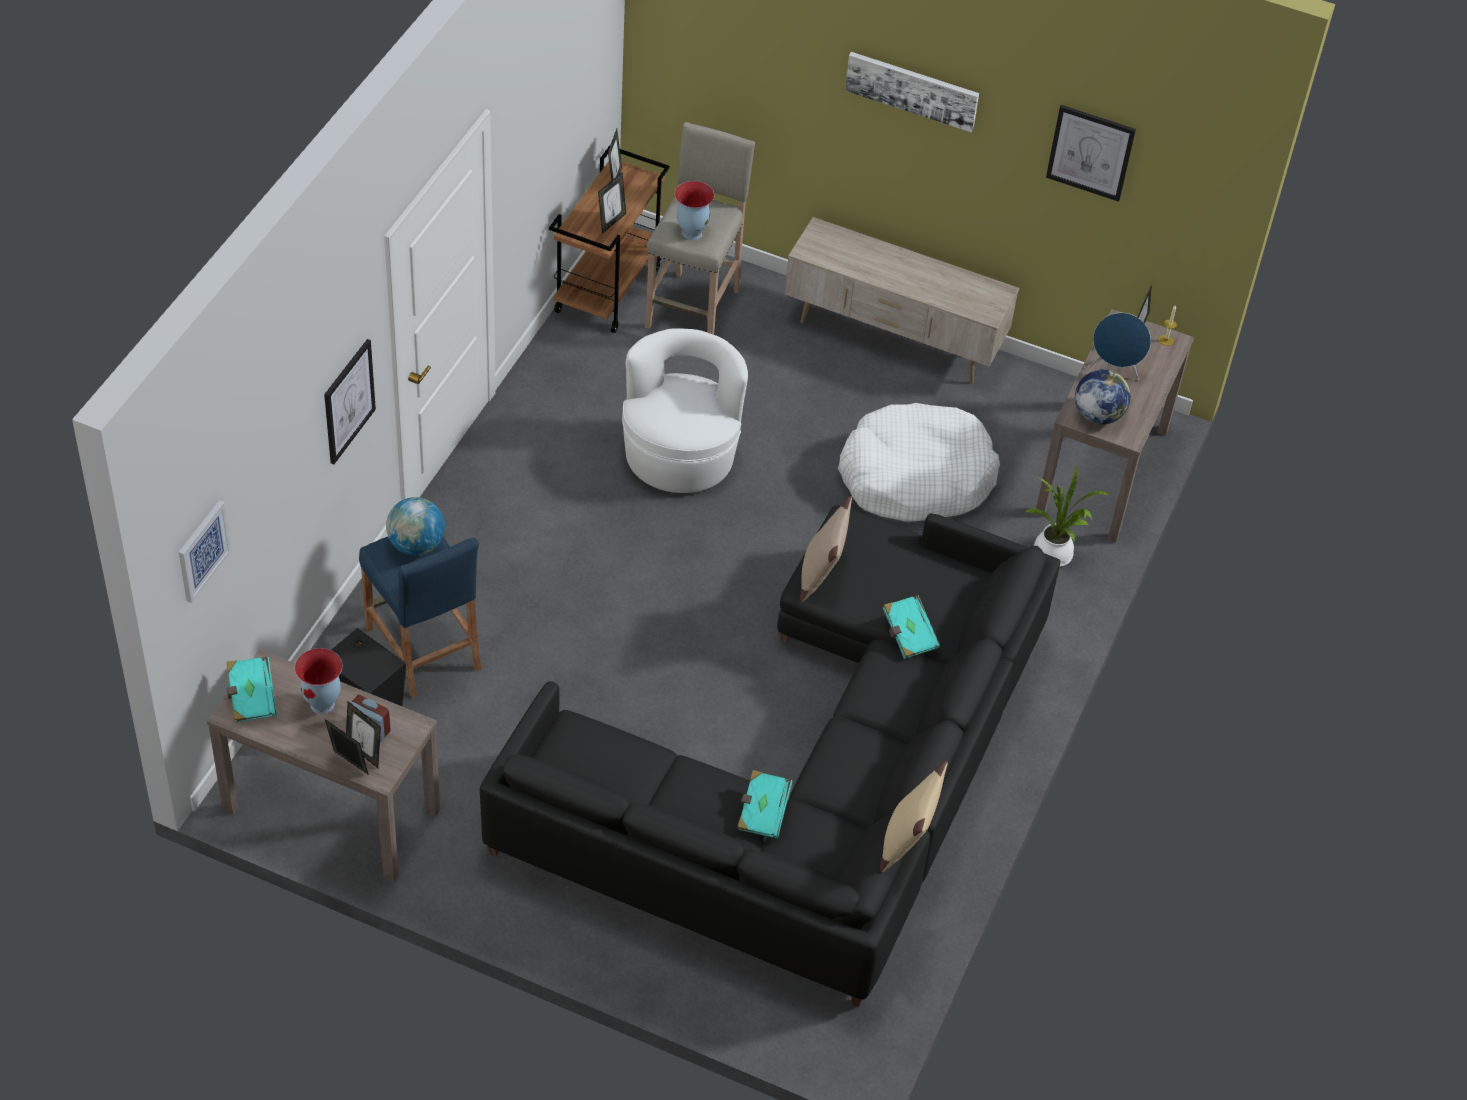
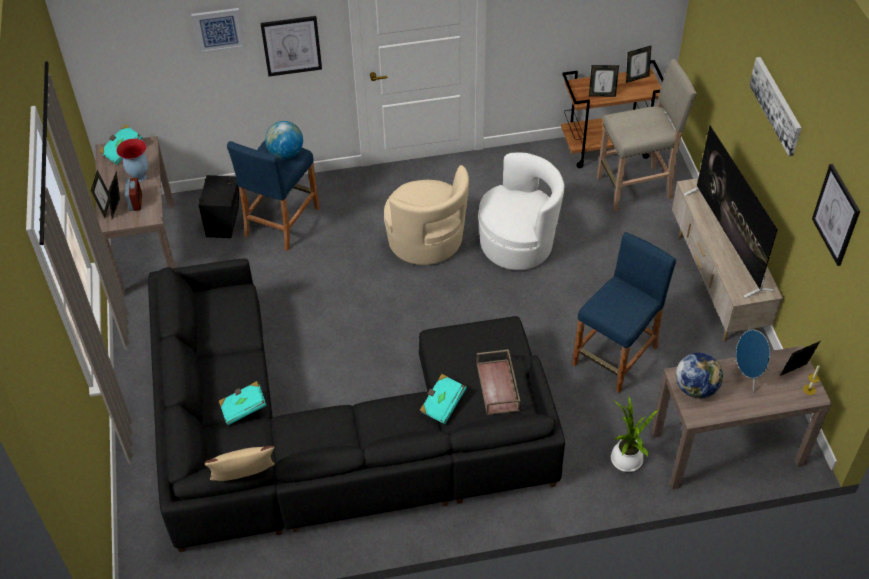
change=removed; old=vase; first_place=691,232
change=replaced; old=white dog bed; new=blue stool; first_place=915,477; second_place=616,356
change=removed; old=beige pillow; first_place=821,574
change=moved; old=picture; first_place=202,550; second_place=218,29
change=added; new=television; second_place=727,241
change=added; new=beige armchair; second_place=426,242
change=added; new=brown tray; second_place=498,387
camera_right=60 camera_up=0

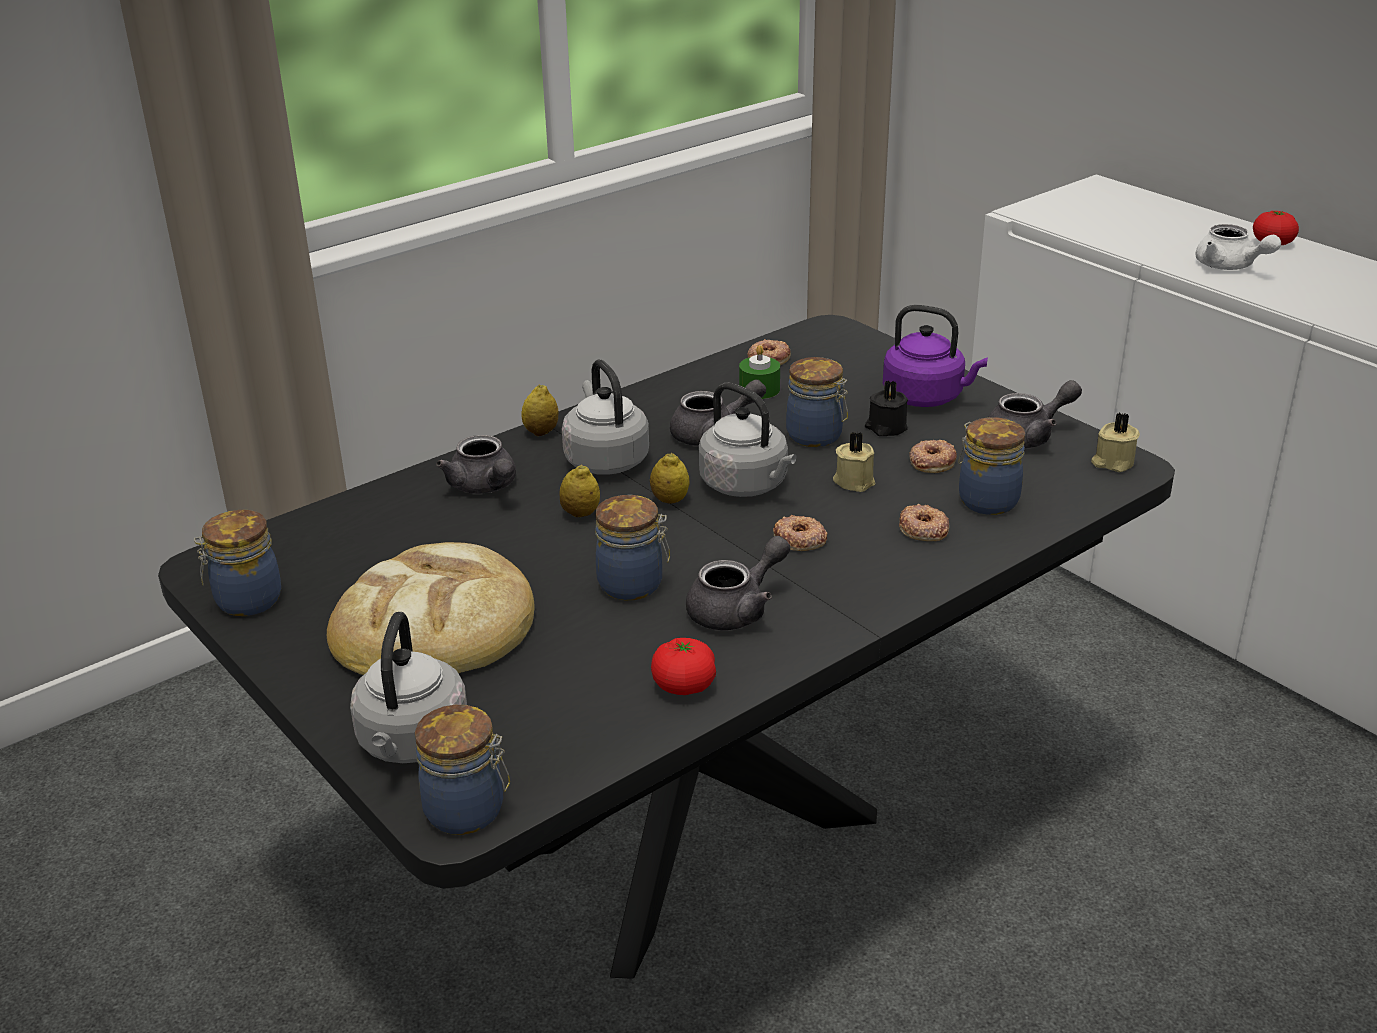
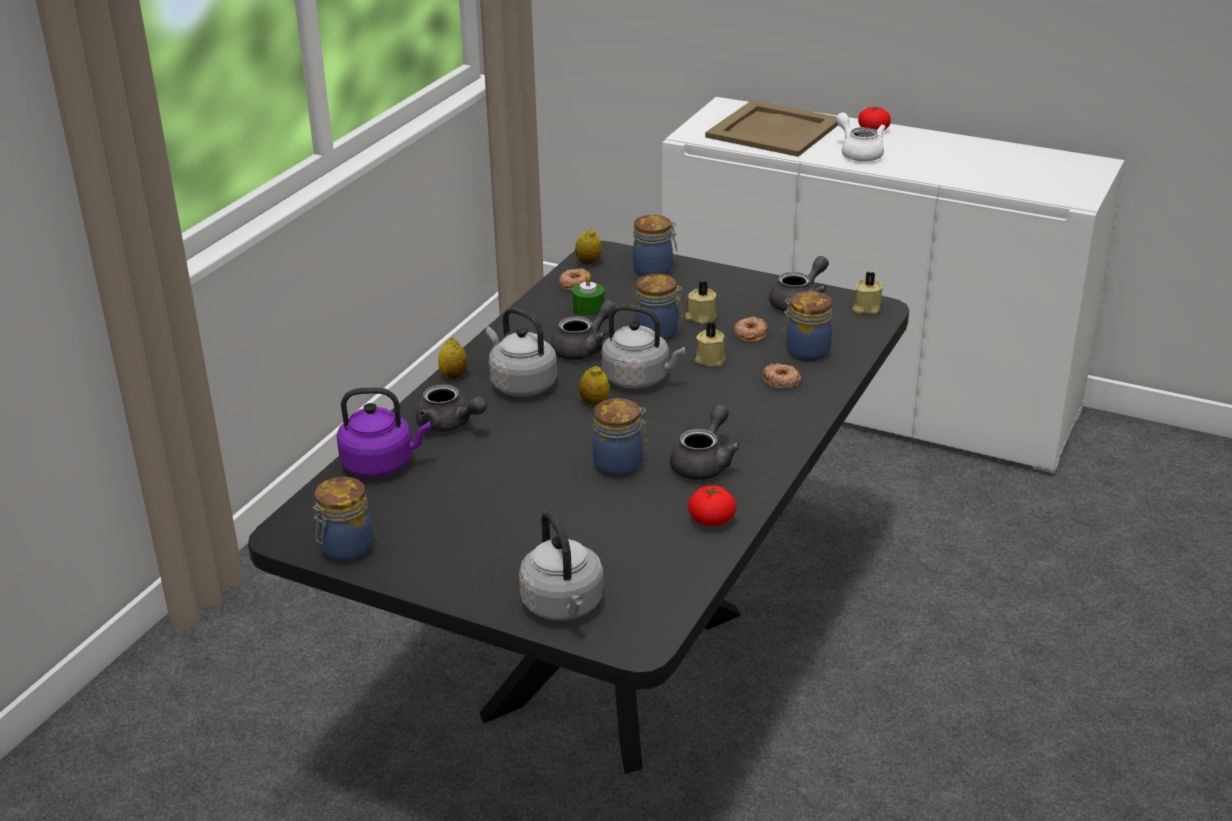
change=turned; old=white teapot; first_place=1230,266; second_place=859,153; degrees=-150
change=moved; old=purple kettle; first_place=927,397; second_place=382,464
change=recoloured; old=black candle; new=beige candle; first_place=885,428; second_place=700,317
change=moved; old=lemon; first_place=580,514; second_place=588,262
change=removed; old=donut; first_place=799,539
change=removed; old=bread; first_place=435,624
change=moved; old=jar; first_place=468,811; second_place=654,270
change=added; new=beige tray; second_place=775,129
camera_right=-25 camera_up=0

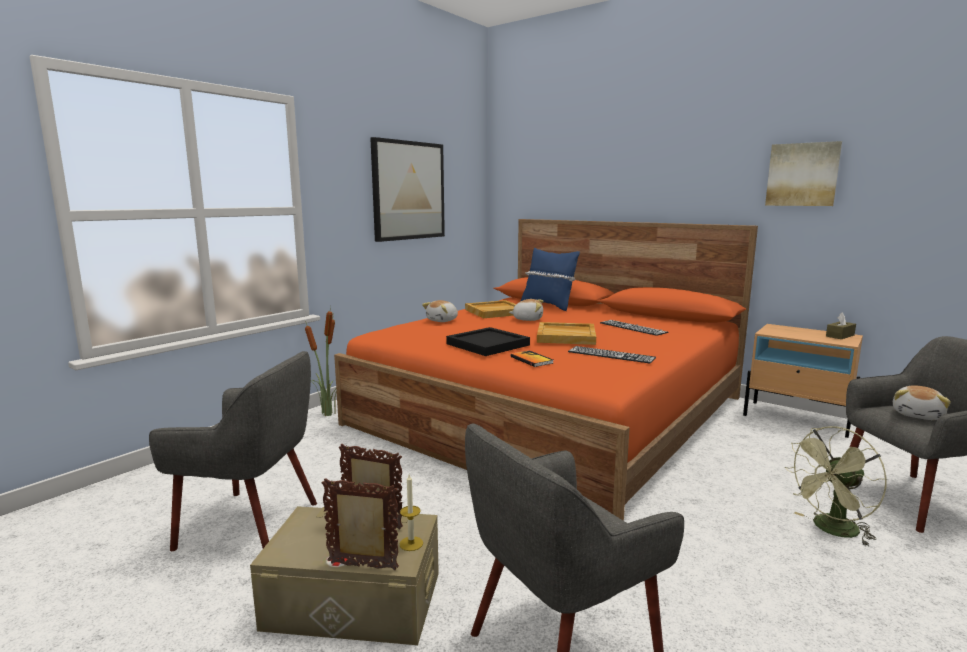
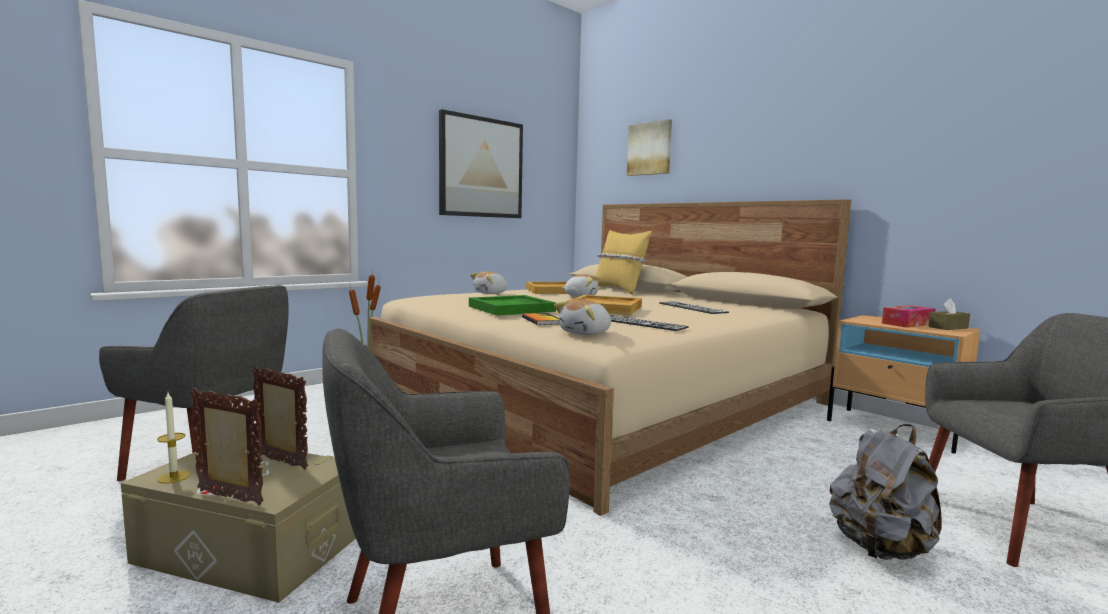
change=moved; old=picture; first_place=802,174; second_place=649,149
change=recoloured; old=orange bed; new=beige bed; first_place=552,410; second_place=602,398
change=recoloured; old=blue pillow; new=yellow pillow; first_place=548,305; second_place=619,290
change=recoloured; old=black tray; new=green tray; first_place=488,344; second_place=512,309
change=moved; old=plush toy; first_place=918,415; second_place=586,333
change=replaced; old=green fan; new=grey backpack; first_place=831,530; second_place=880,548
change=moved; old=candle; first_place=411,543; second_place=174,477
change=added; new=tissue box; second_place=907,324
camera_right=10 camera_up=-5

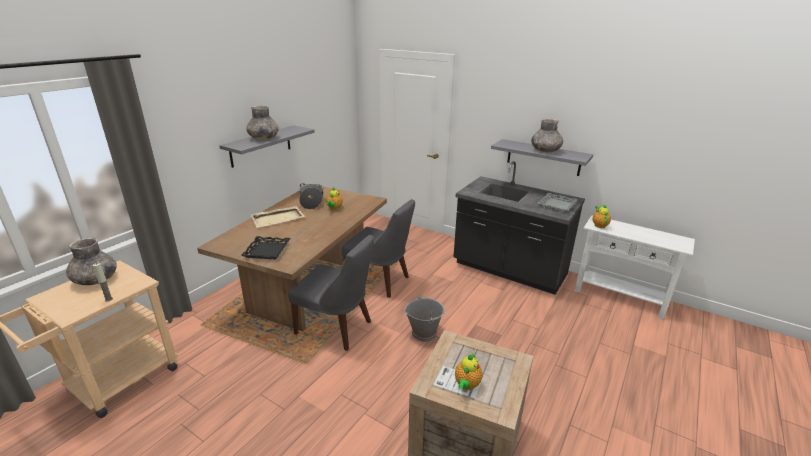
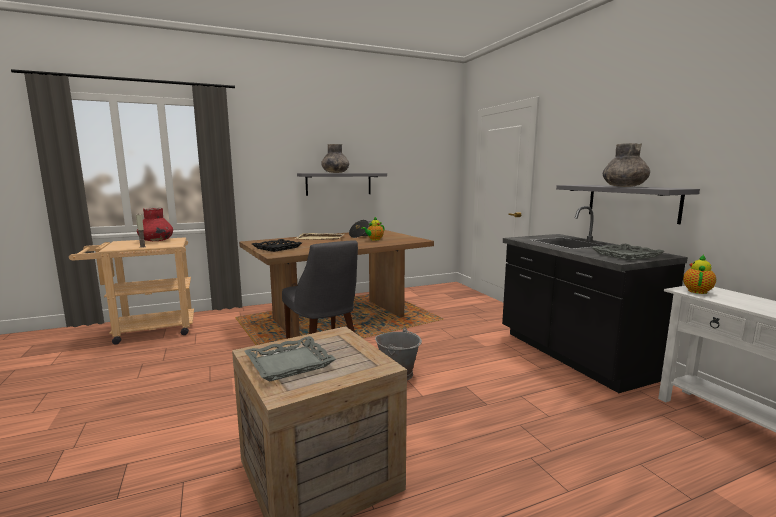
change=removed; old=grey chair; first_place=379,281
change=recoloured; old=grey vase; new=red vase; first_place=95,280; second_place=156,240
change=replaced; old=teapot; new=grey tray; first_place=466,385; second_place=289,363
camera_right=35 camera_up=-15

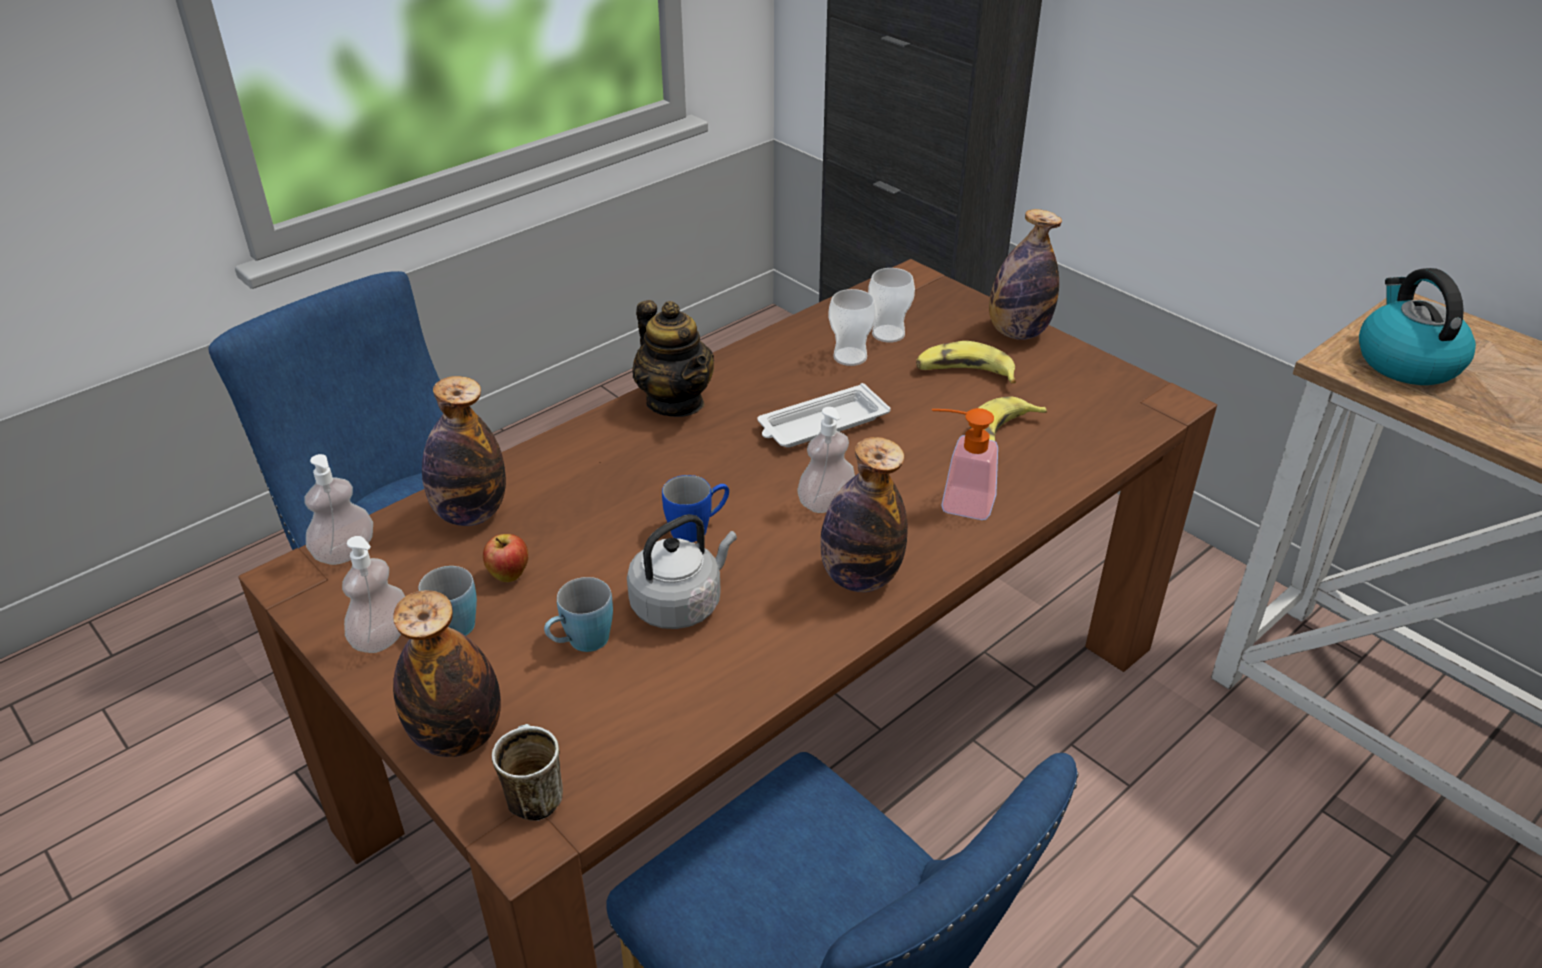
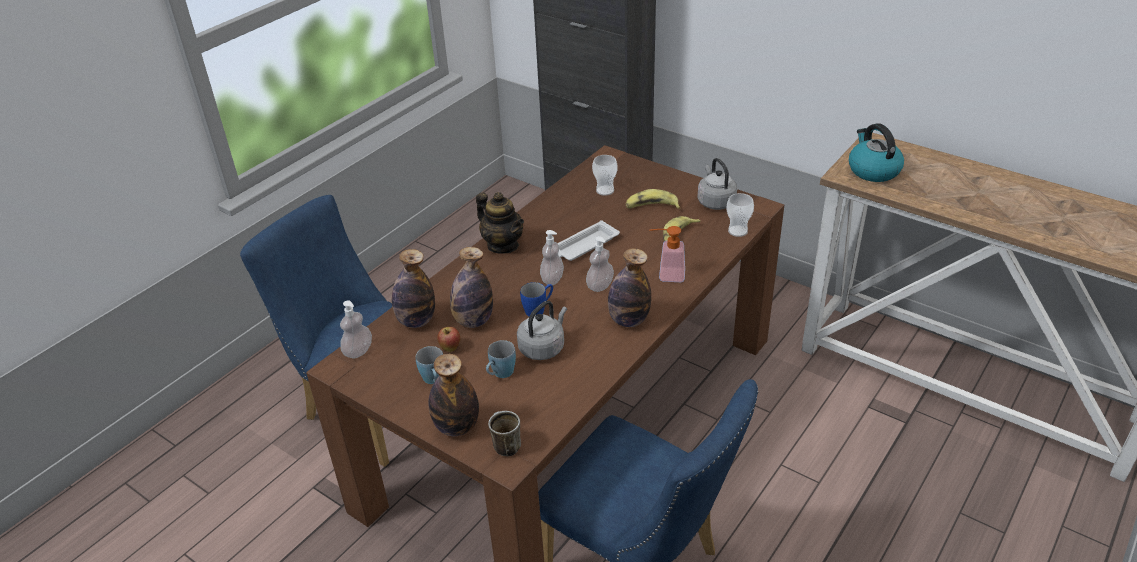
change=moved; old=bottle; first_place=1017,332; second_place=473,321
change=moved; old=cup; first_place=850,357; second_place=738,231
change=moved; old=soap dispenser; first_place=382,637; second_place=552,279
change=added; new=grey kettle; second_place=715,201
camera_right=-10 camera_up=0

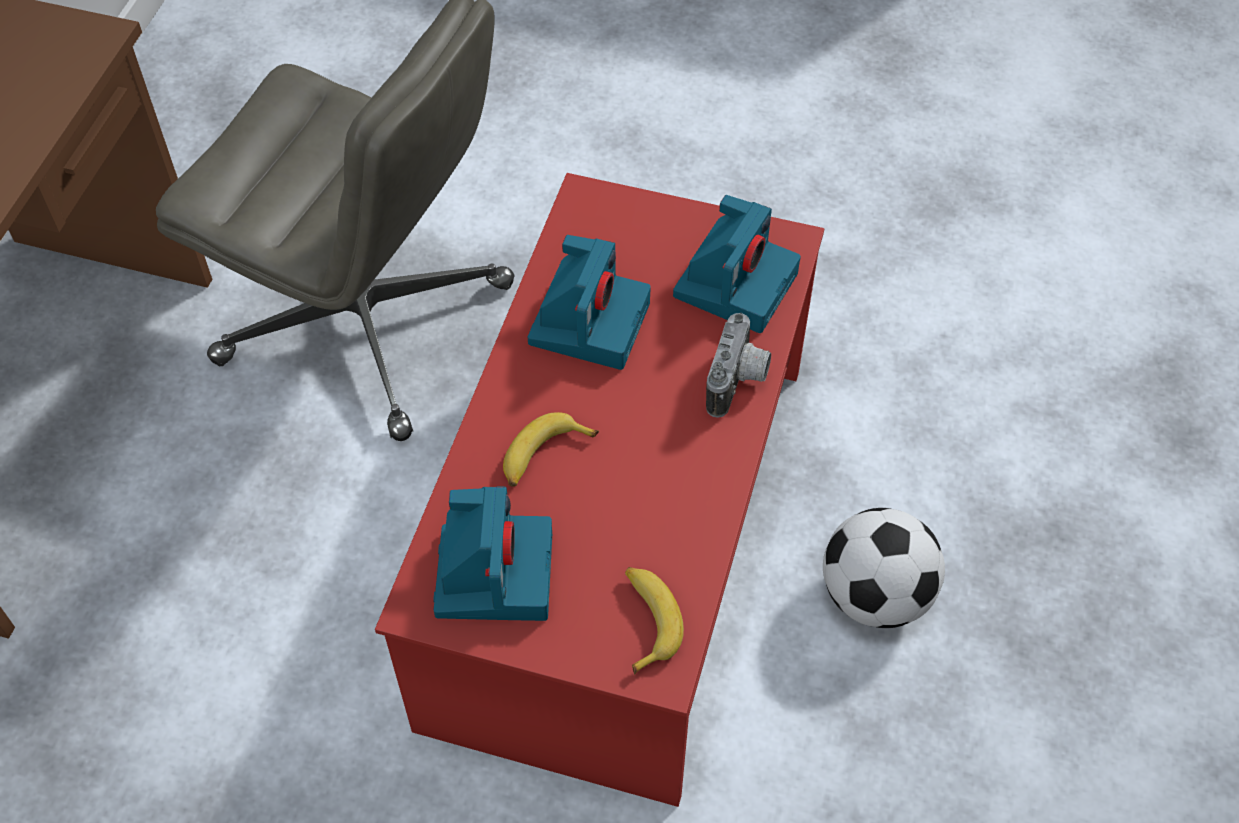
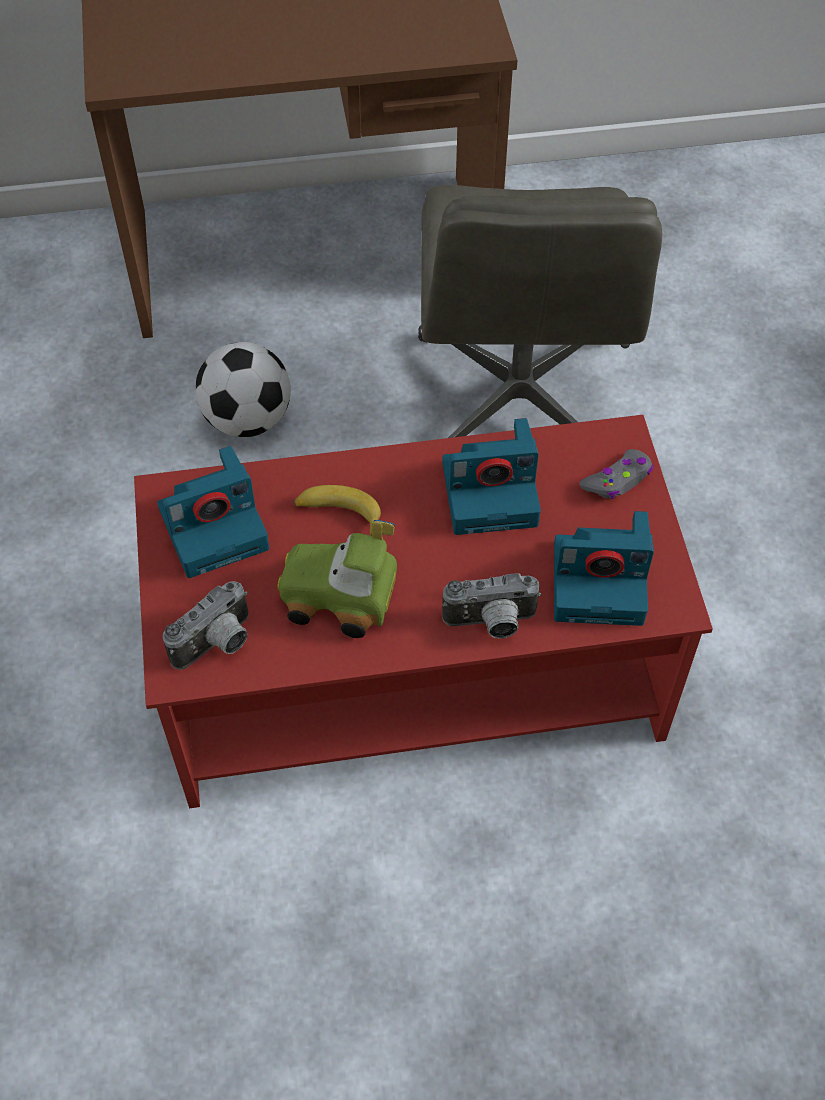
change=moved; old=football; first_place=875,596; second_place=247,420
change=replaced; old=banana; new=photo camera; first_place=646,620; second_place=217,645
change=added; new=grey game controller; second_place=618,480
change=added; new=toy car; second_place=339,598
camera_right=65 camera_up=0

